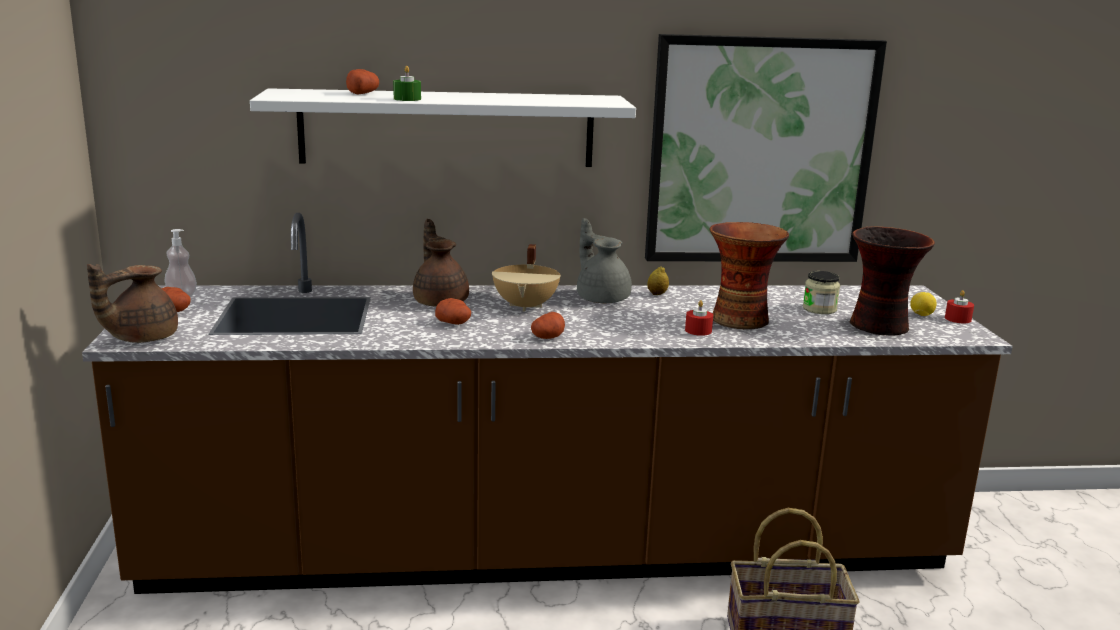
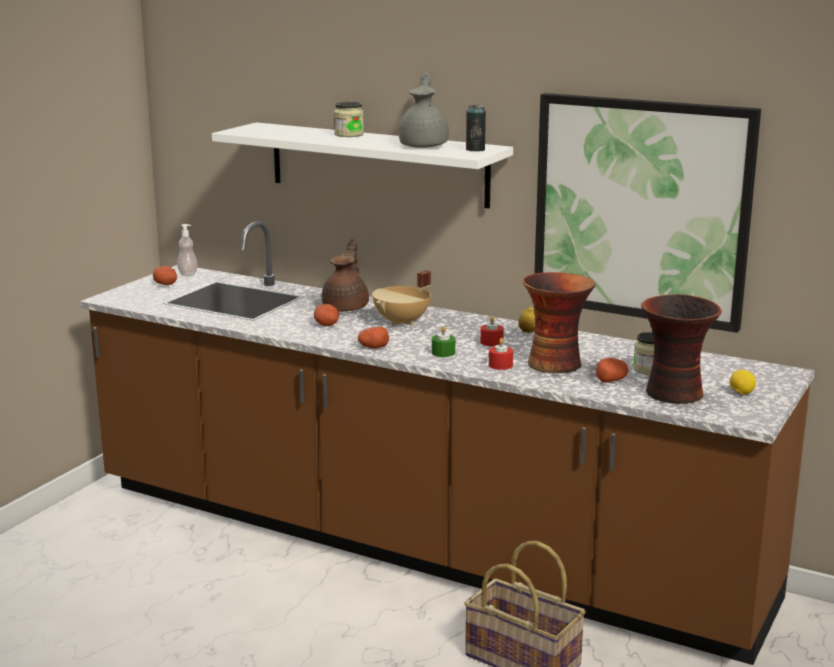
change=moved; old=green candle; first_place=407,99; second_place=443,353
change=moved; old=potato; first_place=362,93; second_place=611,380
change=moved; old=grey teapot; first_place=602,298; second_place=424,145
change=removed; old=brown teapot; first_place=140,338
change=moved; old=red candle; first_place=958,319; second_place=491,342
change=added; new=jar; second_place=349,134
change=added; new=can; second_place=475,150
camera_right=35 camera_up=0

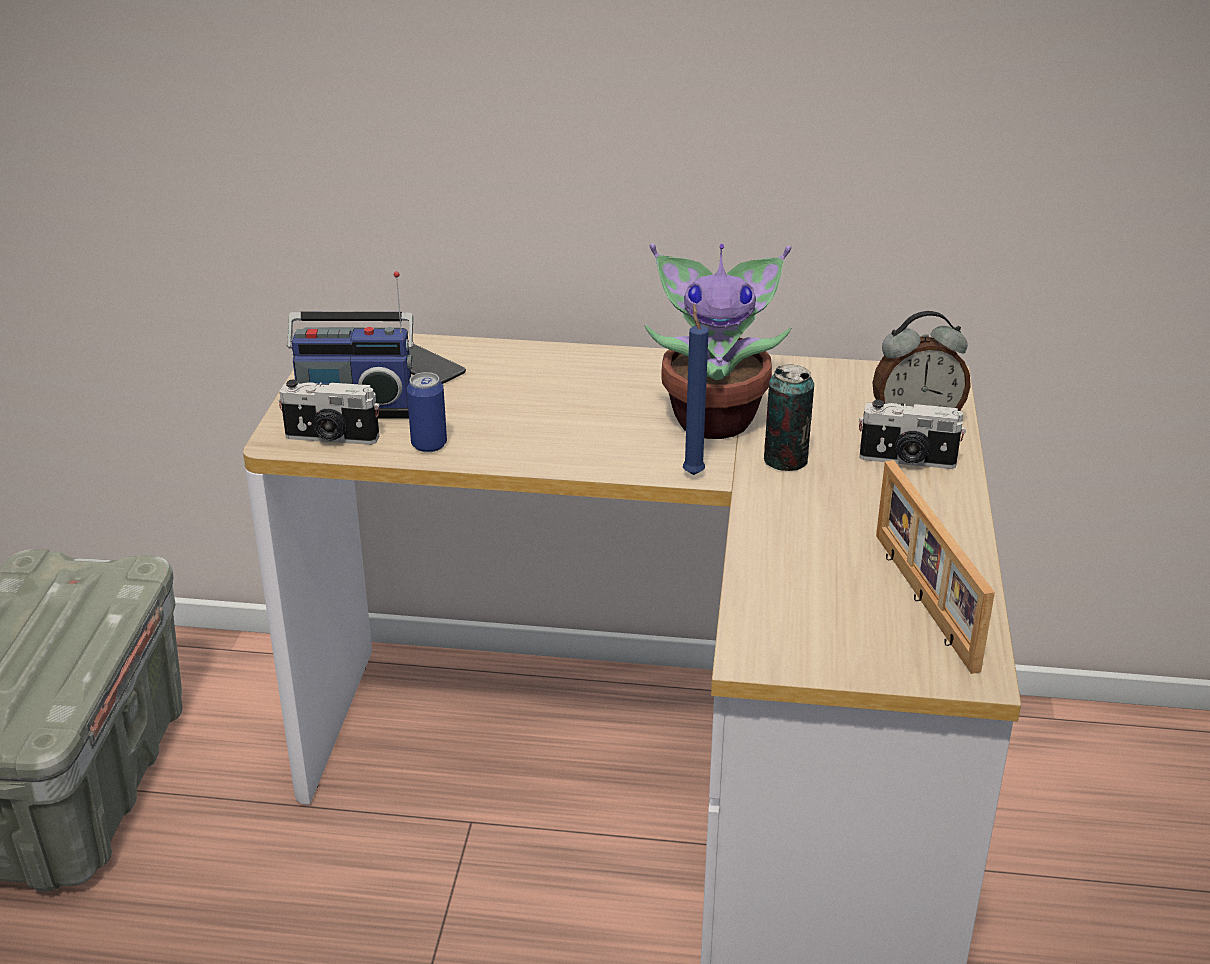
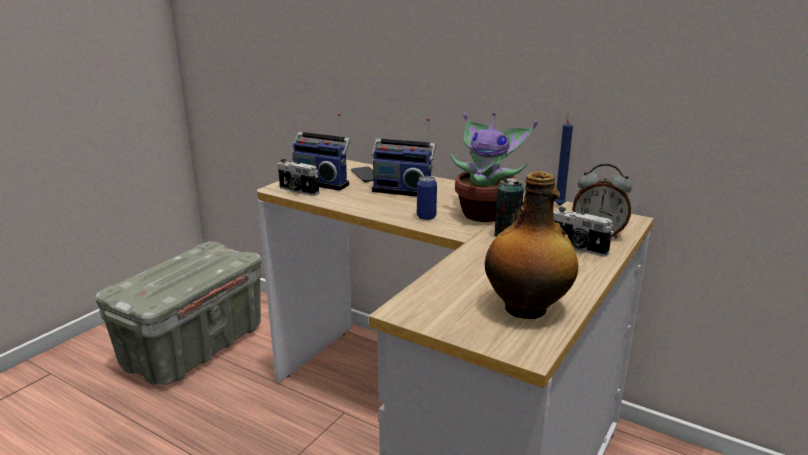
change=moved; old=blue candle; first_place=692,472; second_place=559,205
change=moved; old=can; first_place=429,444; second_place=426,217
change=replaced; old=picture frame; new=bottle; first_place=921,600; second_place=527,309
change=added; new=radio; second_place=403,190
camera_right=25 camera_up=-10

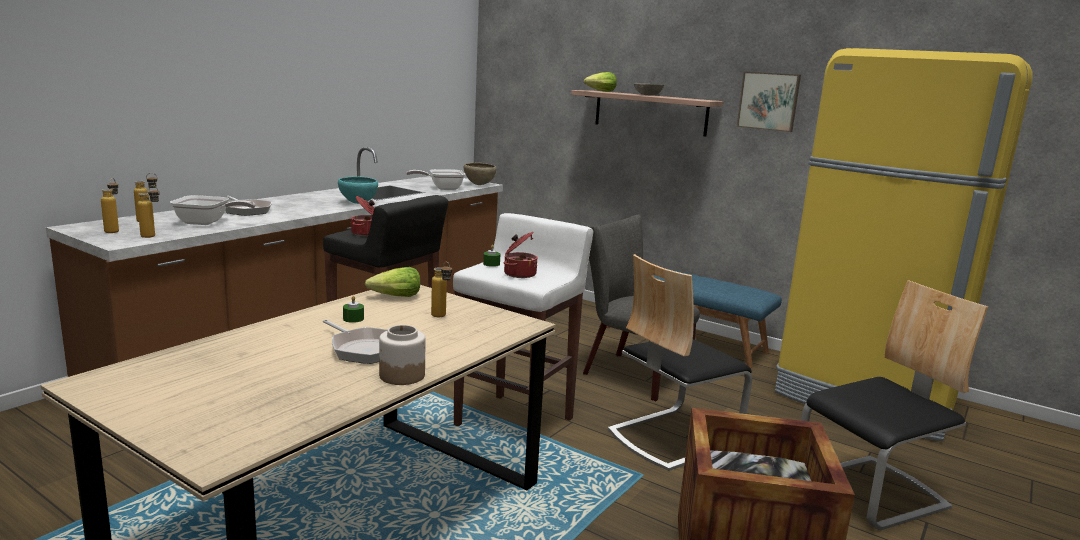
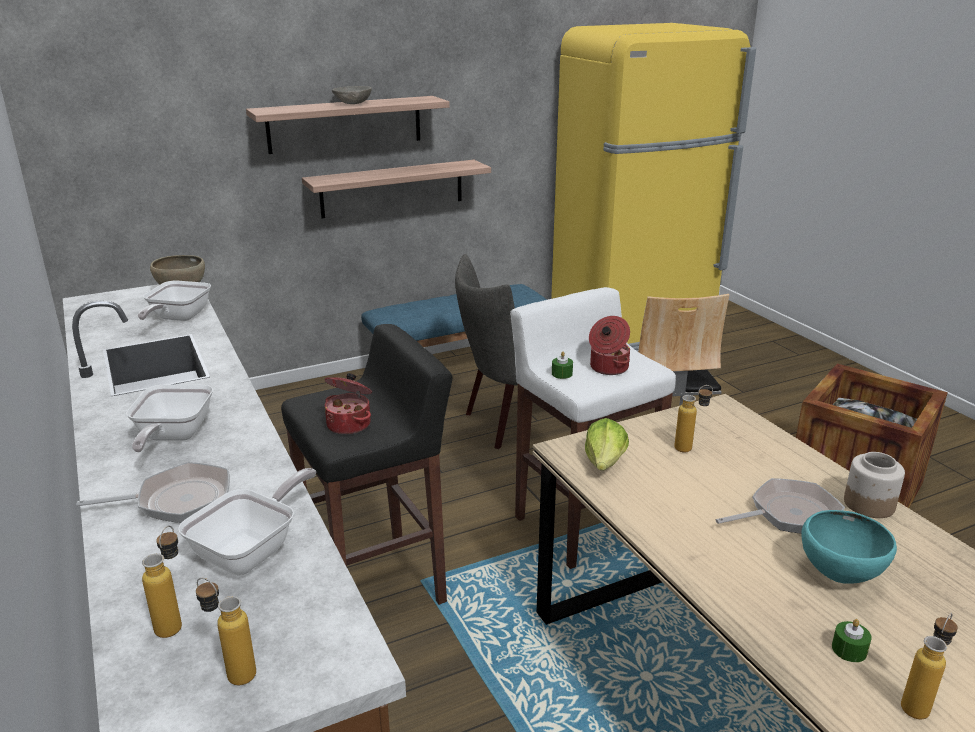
change=removed; old=lettuce; first_place=601,91
change=removed; old=picture; first_place=768,101
change=moved; old=turquoise bowl; first_place=358,203; second_place=840,575
change=moved; old=bottle; first_place=152,237; second_place=918,703
change=removed; old=chair; first_place=871,492
change=moved; old=green candle; first_place=353,319; second_place=849,649
change=added; new=shelf; second_place=392,188
change=added; new=frying pan; second_place=172,437
camera_right=-60 camera_up=10

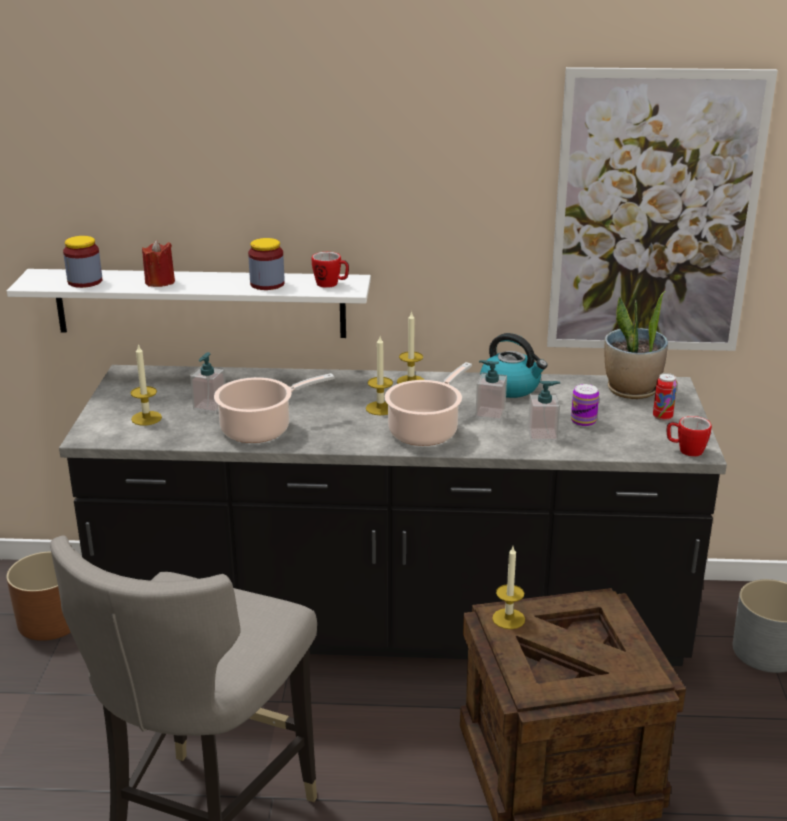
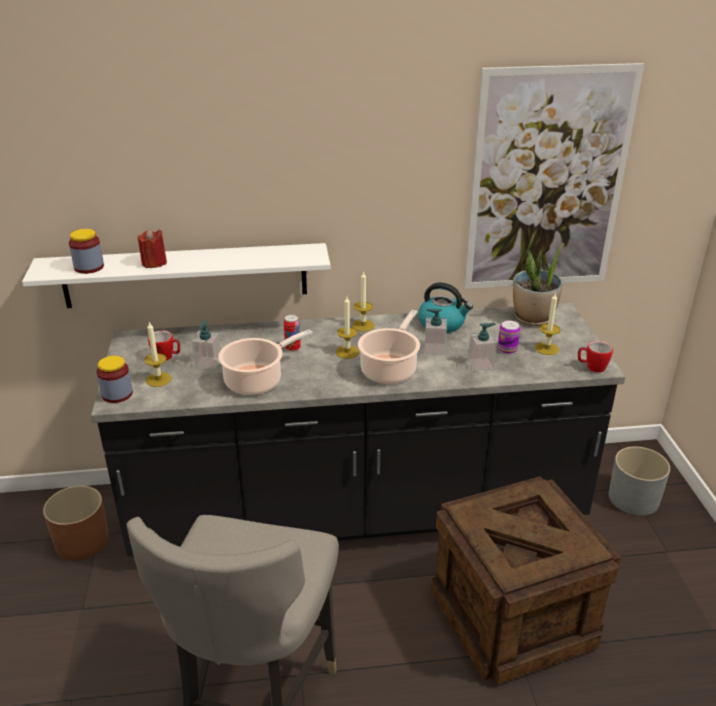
change=moved; old=jar; first_place=267,284; second_place=117,394
change=moved; old=mug; first_place=331,284; second_place=167,357
change=moved; old=can; first_place=662,417; second_place=292,348
change=moved; old=candle; first_place=508,619; second_place=546,348
camera_right=-10 camera_up=5

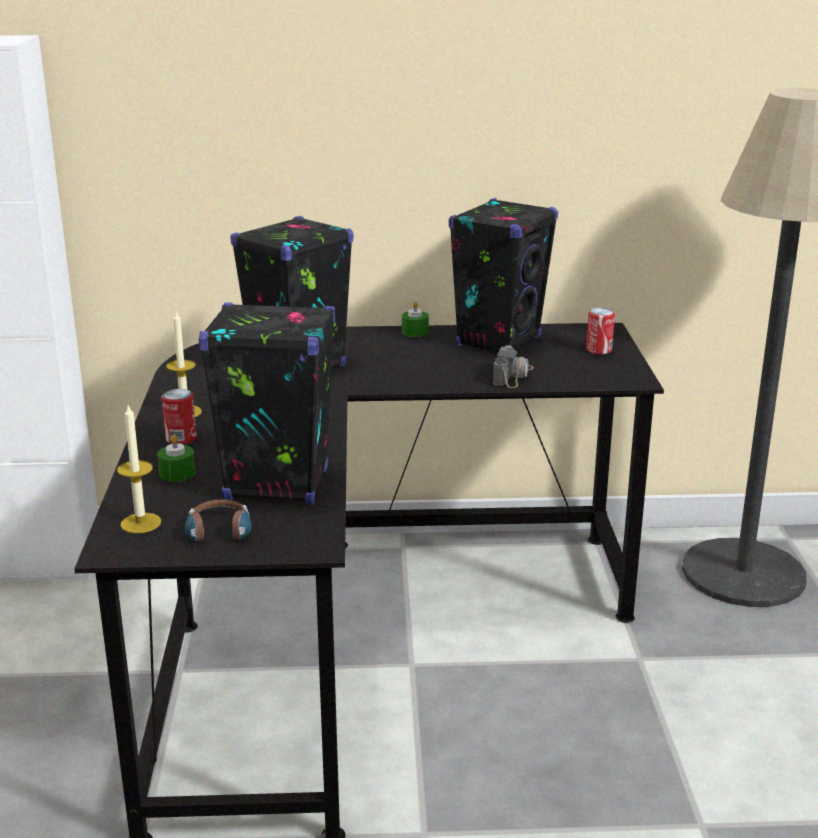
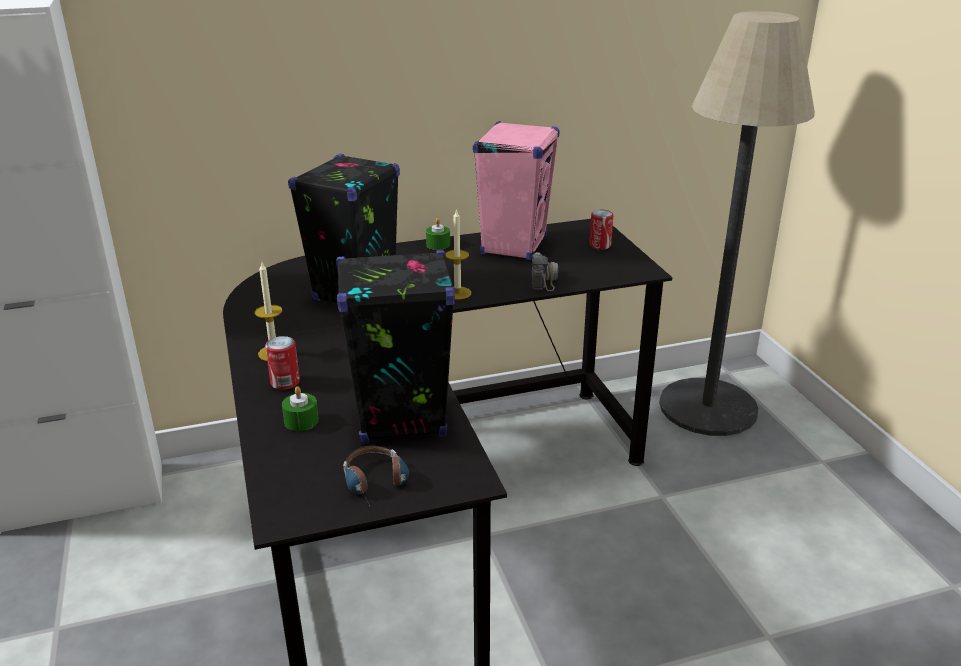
change=recoloured; old=black speaker; new=pink speaker; first_place=498,341; second_place=514,246
change=moved; old=candle; first_place=140,523; second_place=457,293
camera_right=-15 camera_up=5

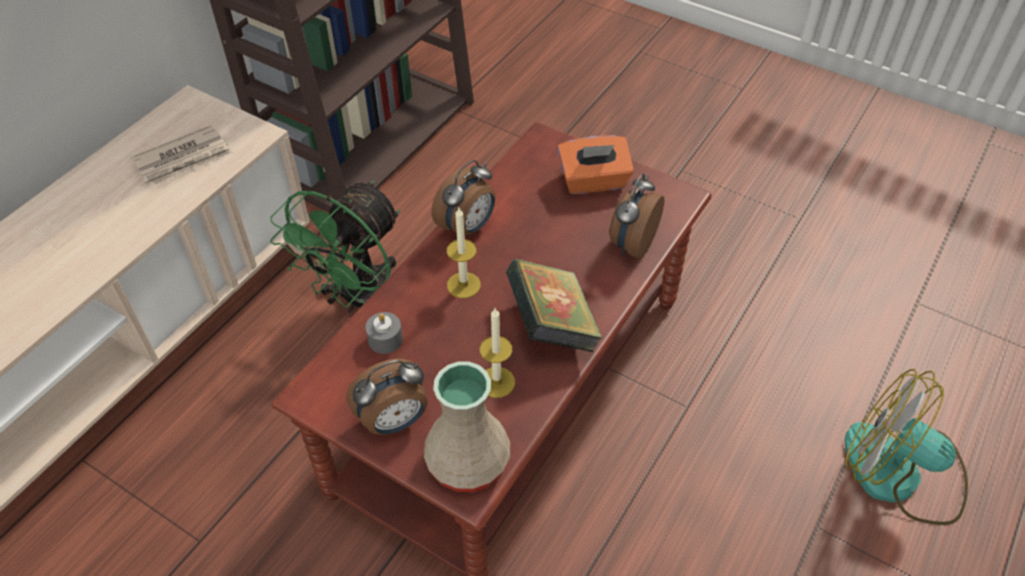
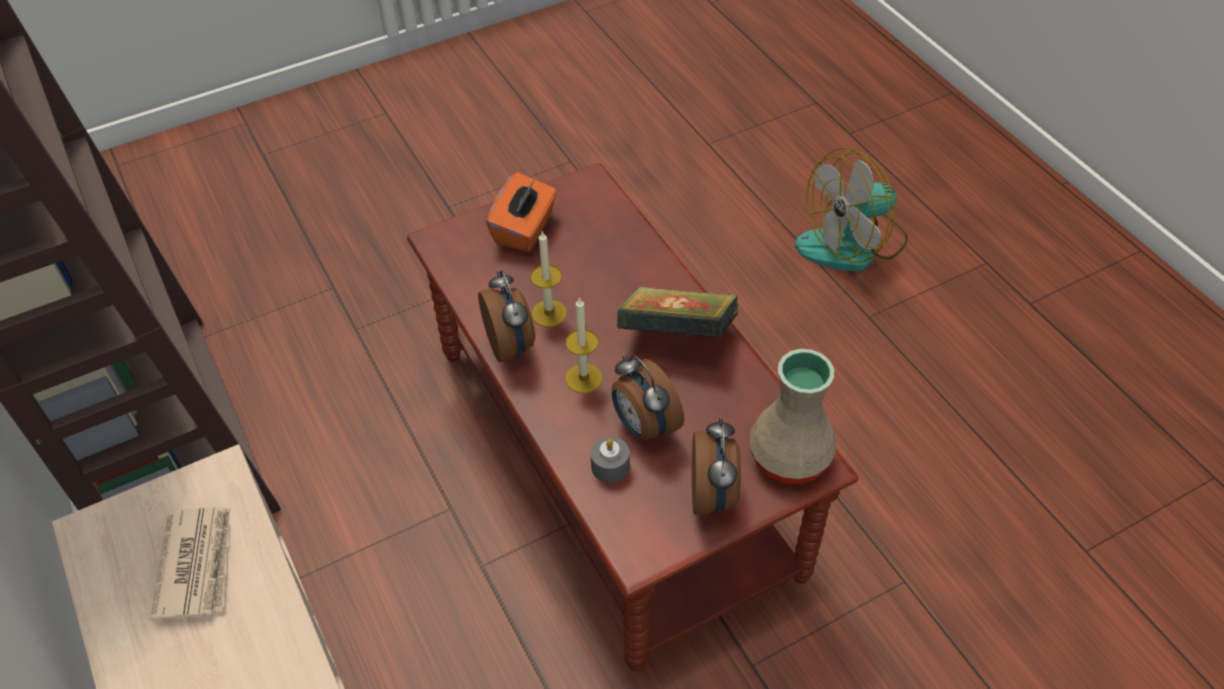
change=moved; old=alarm clock; first_place=631,244; second_place=643,426
change=removed; old=green fan; first_place=358,302
change=moved; old=candle; first_place=496,382; second_place=549,313
camera_right=-60 camera_up=0

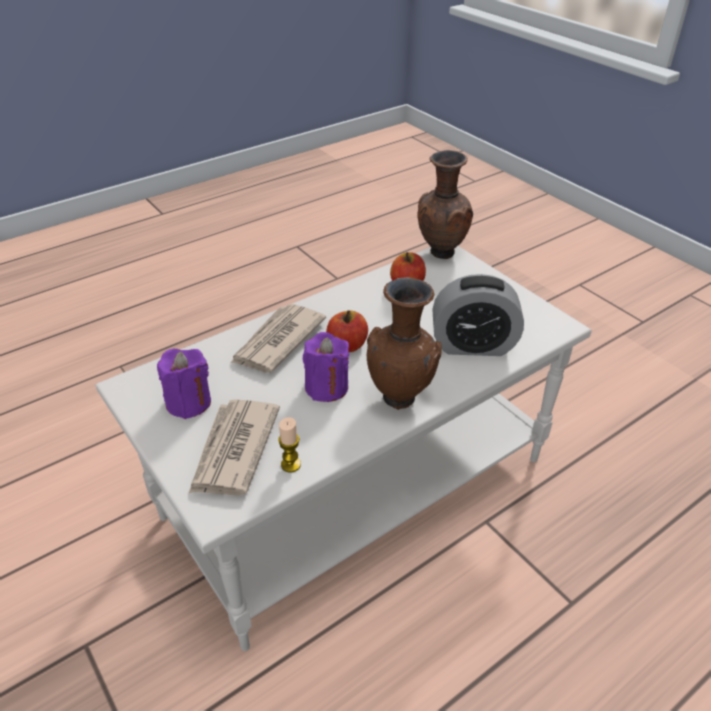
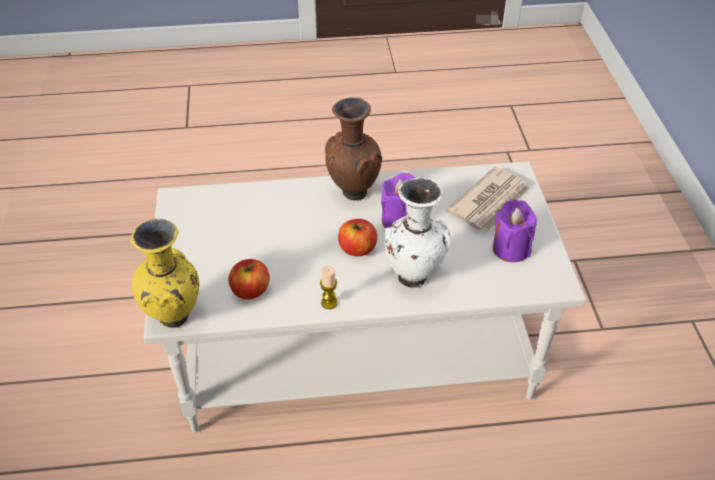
change=recoloured; old=brown vase; new=yellow vase; first_place=440,252; second_place=175,319
change=removed; old=alarm clock; first_place=473,345
change=replaced; old=newspaper; new=white vase; first_place=277,341; second_place=413,277
change=moved; old=candle; first_place=291,464; second_place=329,303
camera_right=-150 camera_up=5

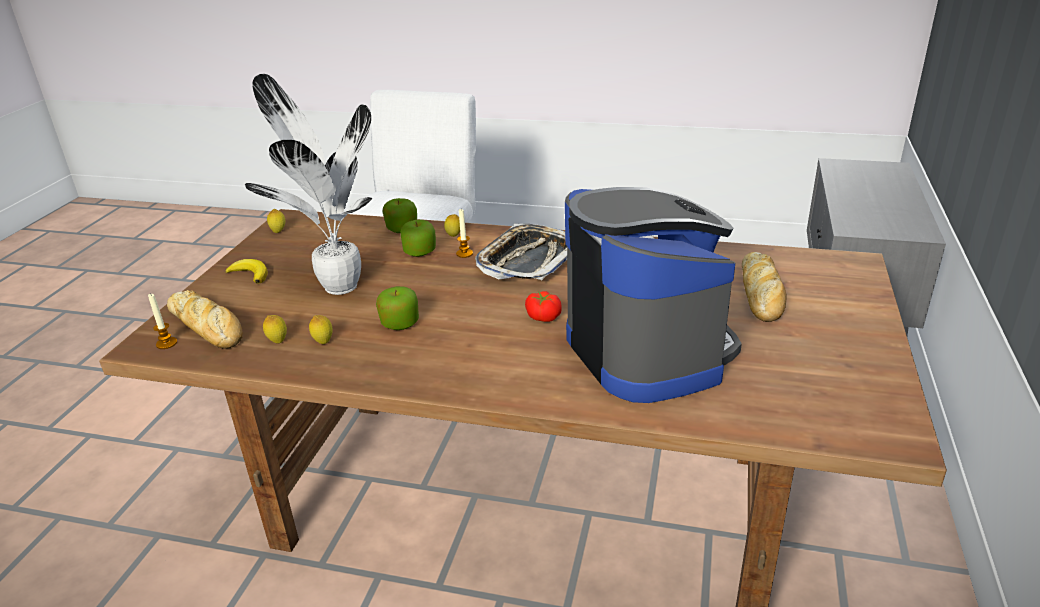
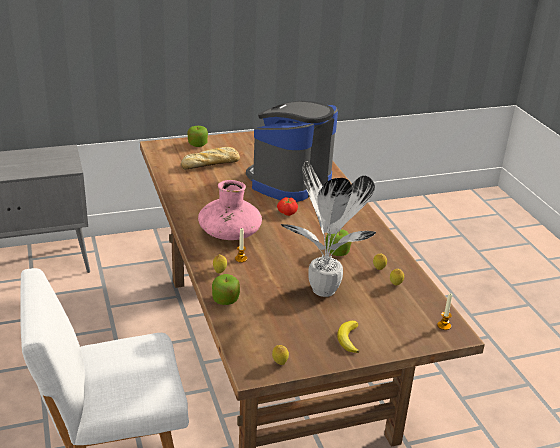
change=moved; old=apple; first_place=420,252; second_place=197,144
change=replaced; old=tray; new=pink vase; first_place=528,260; second_place=229,234
change=removed; old=bread; first_place=207,327
camera_right=-125 camera_up=0

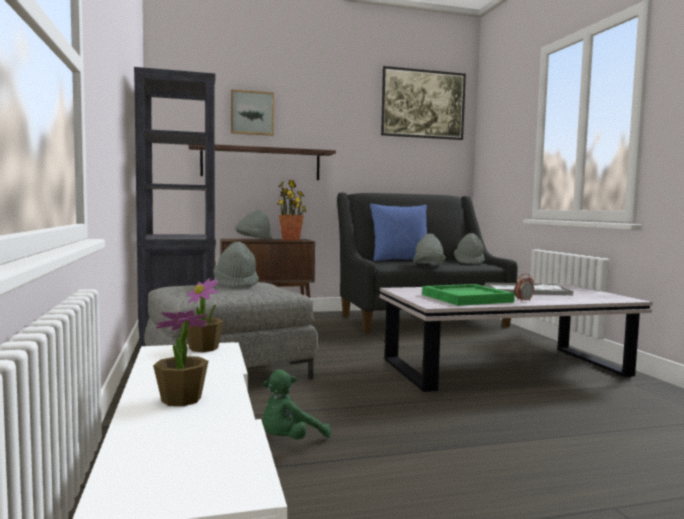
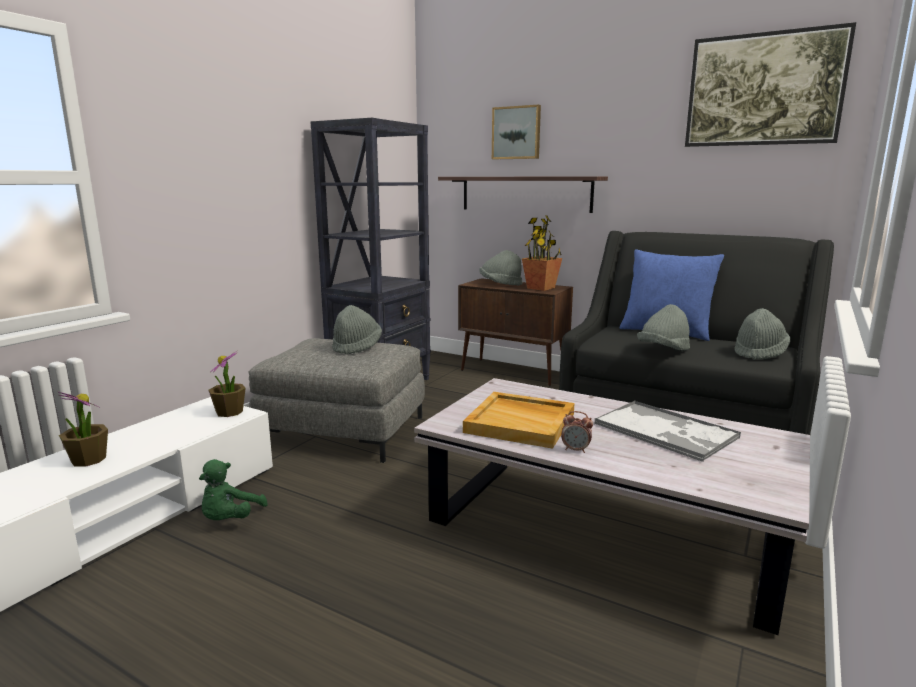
change=recoloured; old=green tray; new=beige tray; first_place=466,298; second_place=521,423
change=turned; old=green plush toy; first_place=290,440; second_place=230,519; degrees=-75
camera_right=45 camera_up=10

